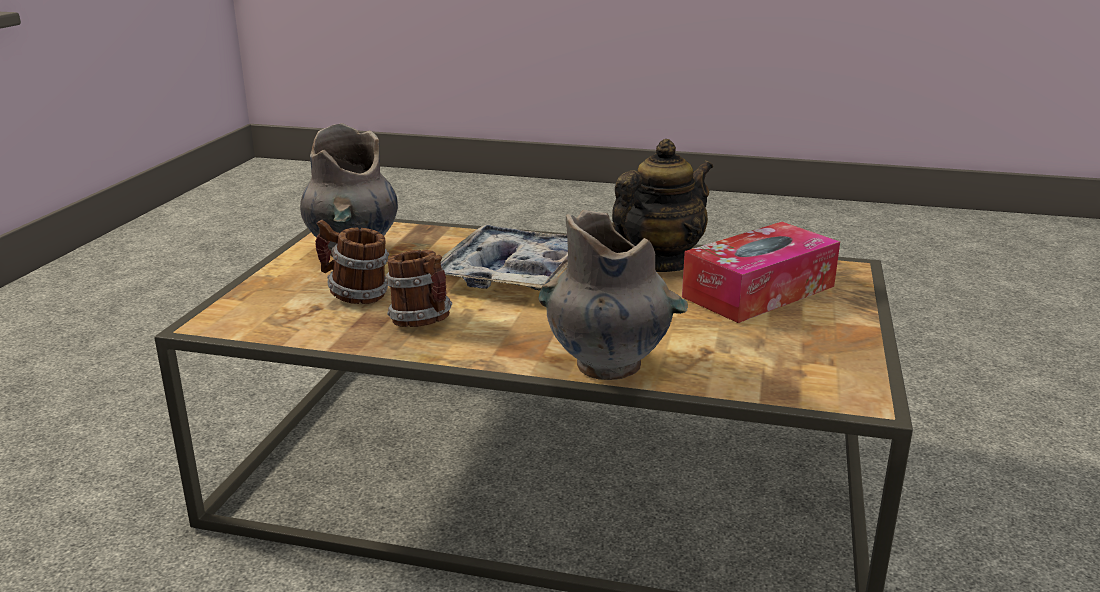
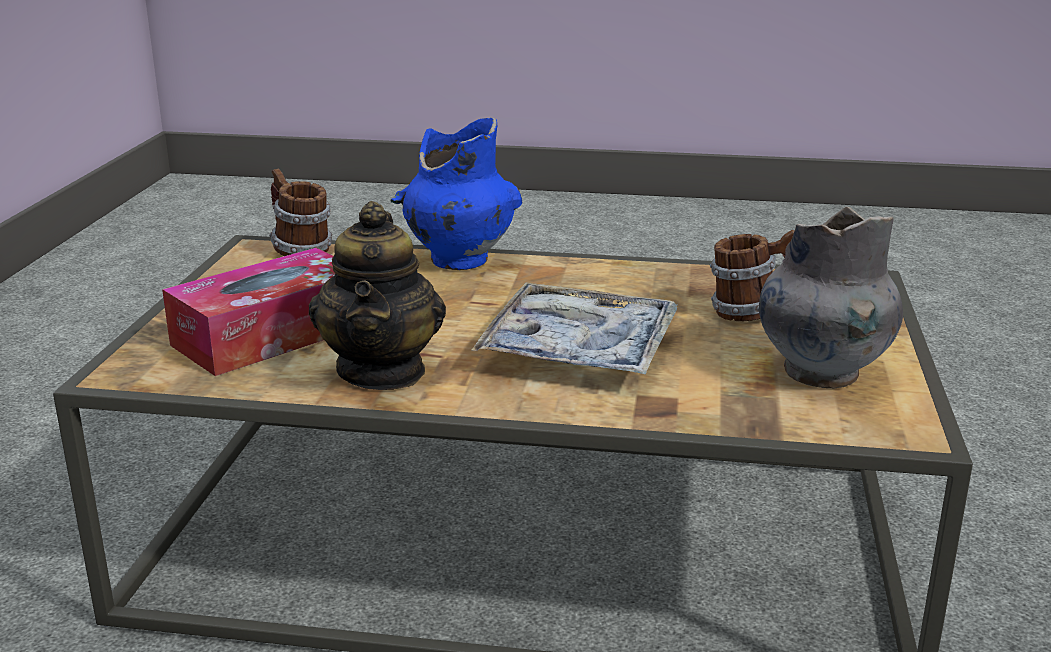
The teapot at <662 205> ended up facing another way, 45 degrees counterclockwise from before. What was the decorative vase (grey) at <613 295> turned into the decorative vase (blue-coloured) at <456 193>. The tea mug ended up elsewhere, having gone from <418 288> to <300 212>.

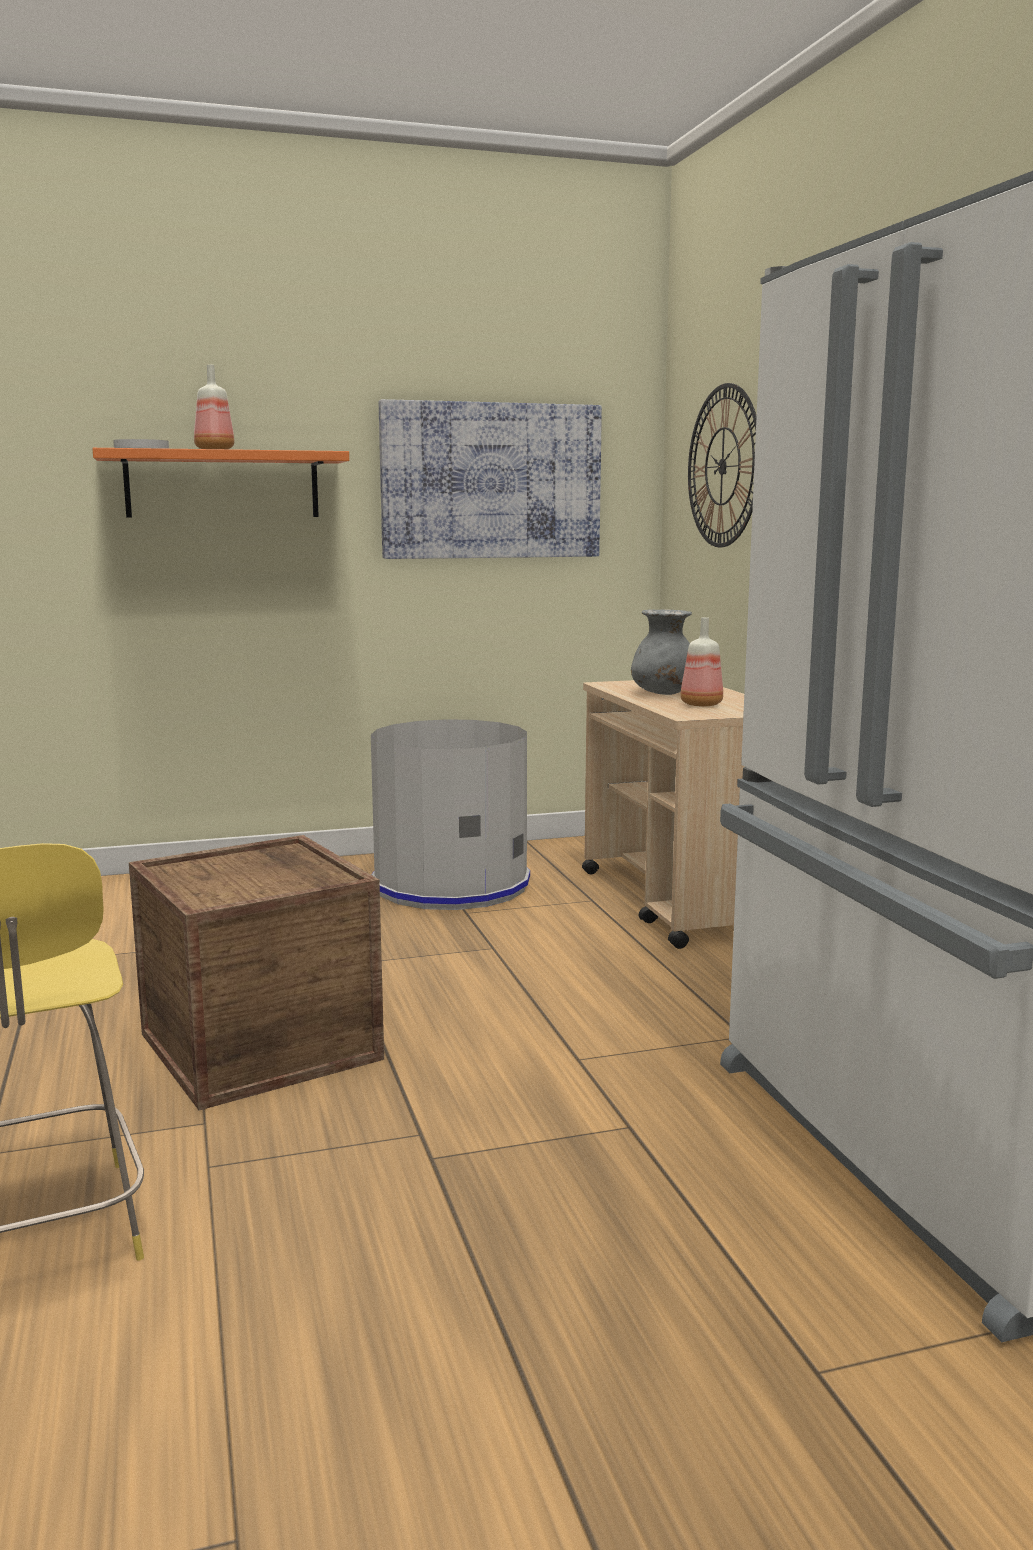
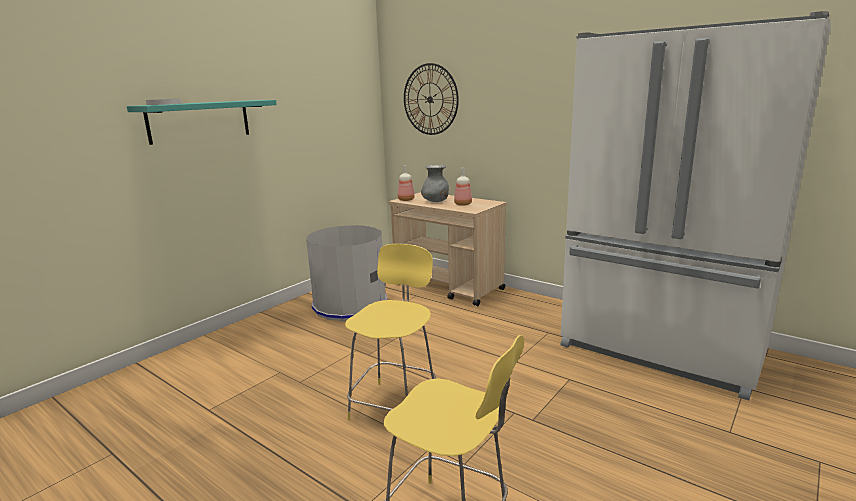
The drink bottle ended up elsewhere, having gone from <214 407> to <406 183>. The second view lost the wall picture at <490 479>. What was the shelf (orangey) at <220 482> turned into the shelf (turquoise) at <202 122>. Where the crate stood at <256 972>, the sitting stool (yellowish) came to stand at <390 332>.

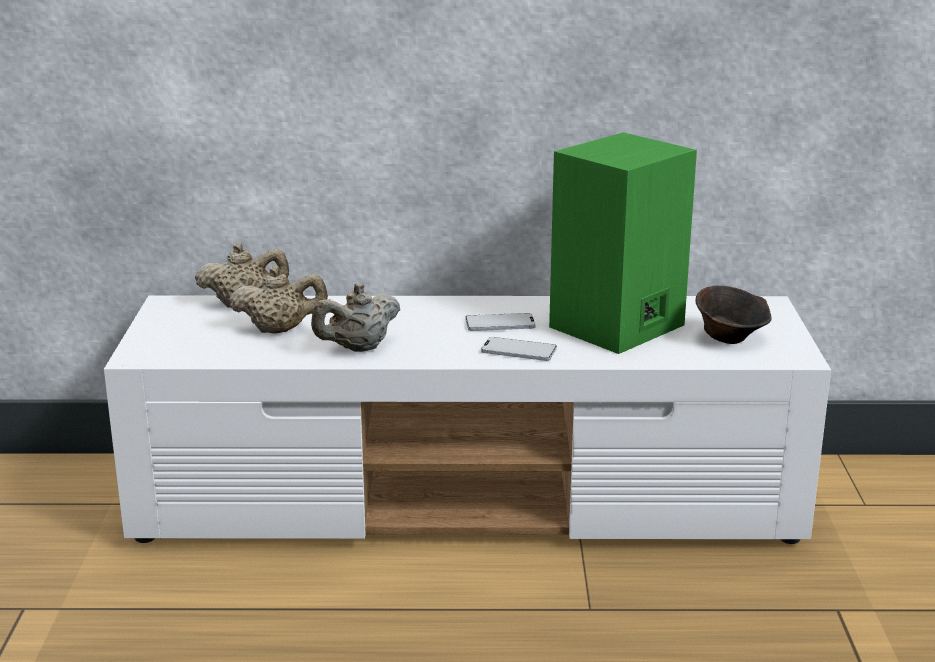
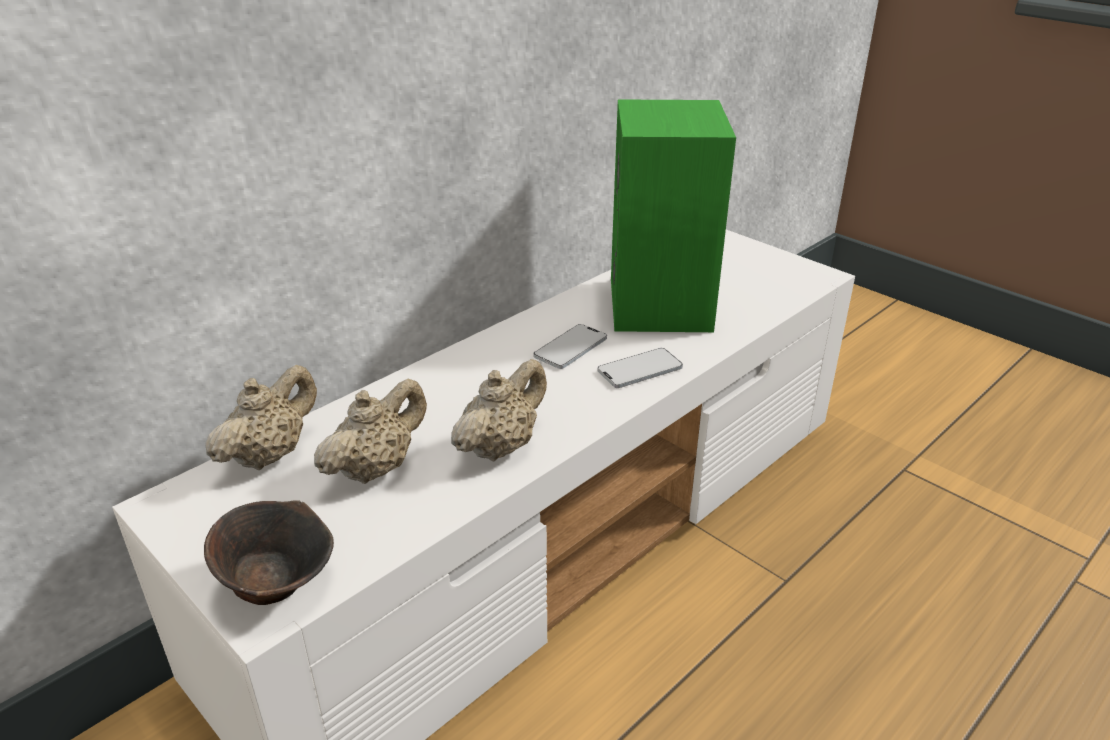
The teapot (beige-coloured) at <355 317> ended up facing another way, 150 degrees counterclockwise from before. The bowl (brown) ended up elsewhere, having gone from <733 315> to <269 552>.

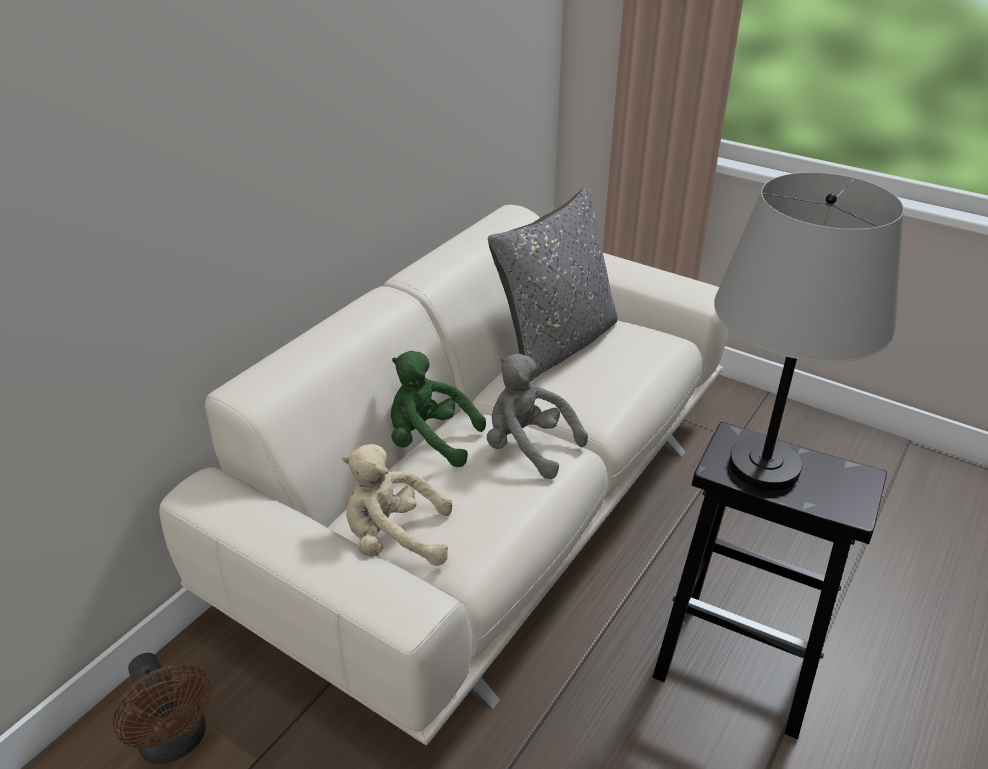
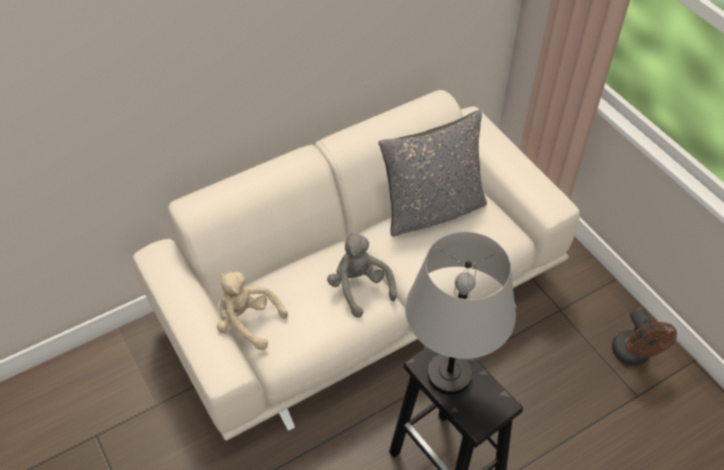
The second view lost the plush toy (greenish) at <438 409>. The cooling fan (brown) ended up elsewhere, having gone from <162 708> to <644 337>.

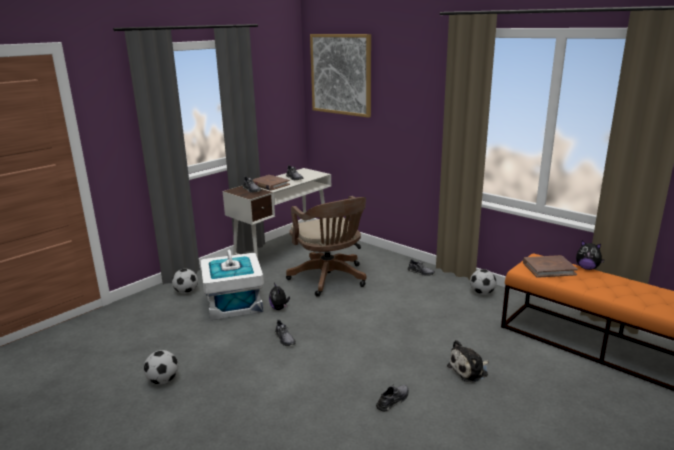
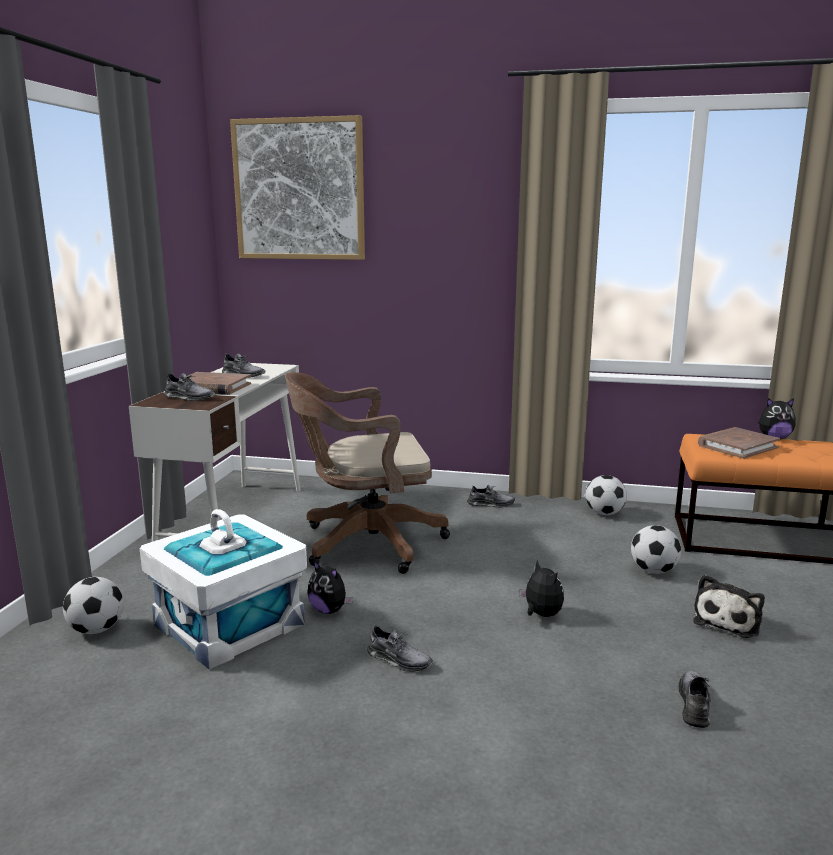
The computer chair (brown) at <326 246> ended up facing another way, 135 degrees clockwise from before. The football ball ended up elsewhere, having gone from <161 367> to <656 549>. The second view gained the plush toy at <541 588>.

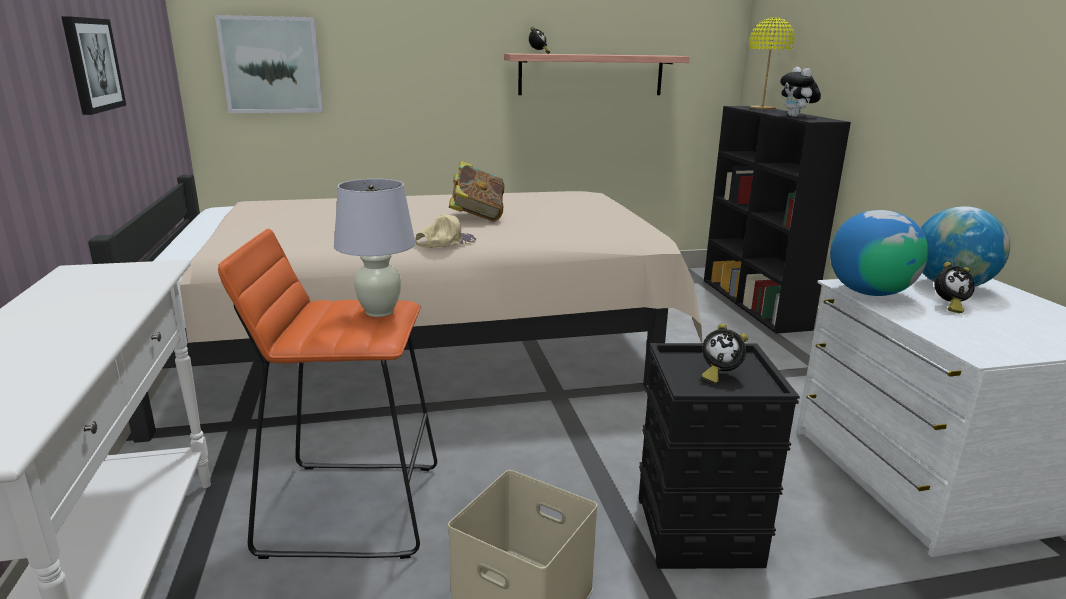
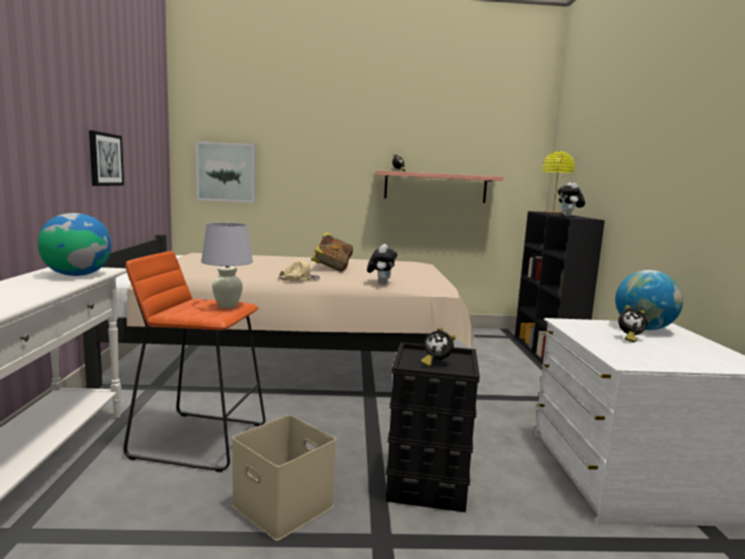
The desk globe ended up elsewhere, having gone from <879 253> to <74 244>. The second view gained the plush toy at <382 264>.

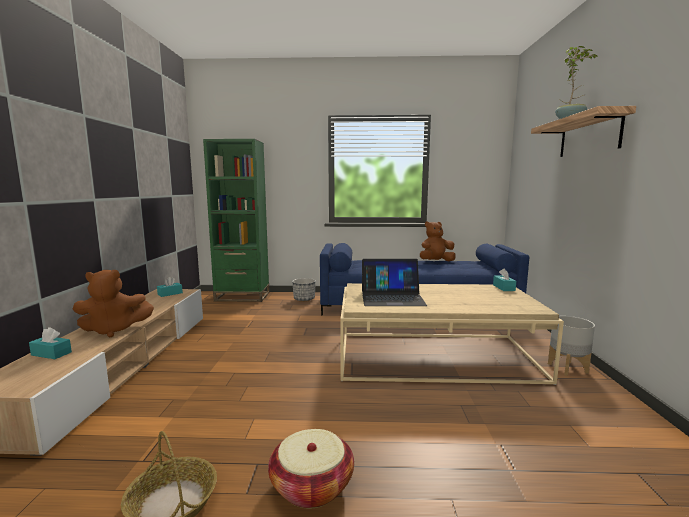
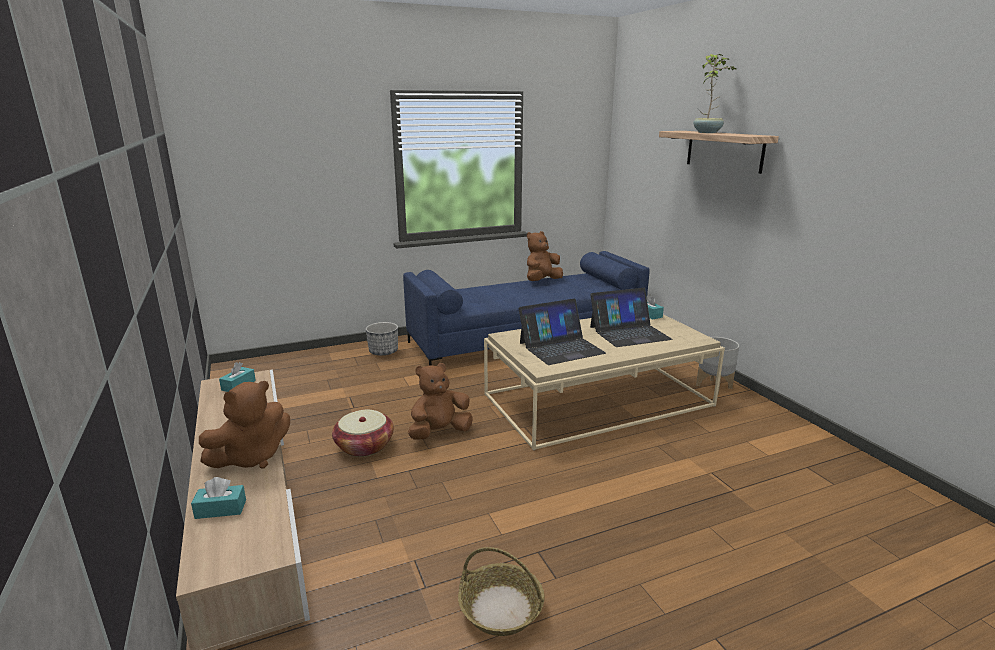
The second view lost the bookcase (greenish) at <236 220>. The storage basket ended up elsewhere, having gone from <311 469> to <363 433>. The second view gained the notebook computer at <631 317>. The second view gained the plush toy (brown) at <440 401>.

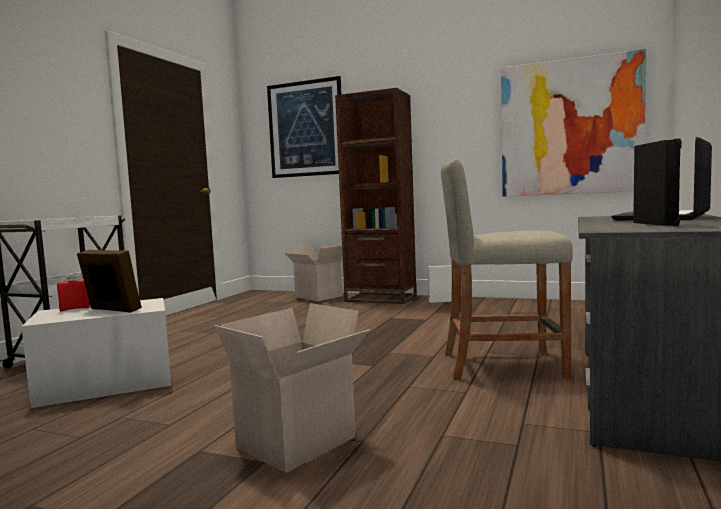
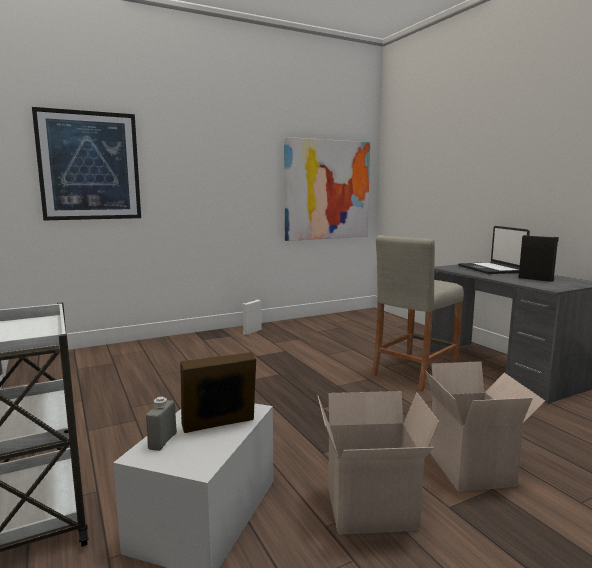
The second view lost the bookcase (brown) at <376 196>. The cardboard box ended up elsewhere, having gone from <314 272> to <378 463>. What was the drink bottle (reddish) at <73 293> turned into the drink bottle (grey) at <161 424>.

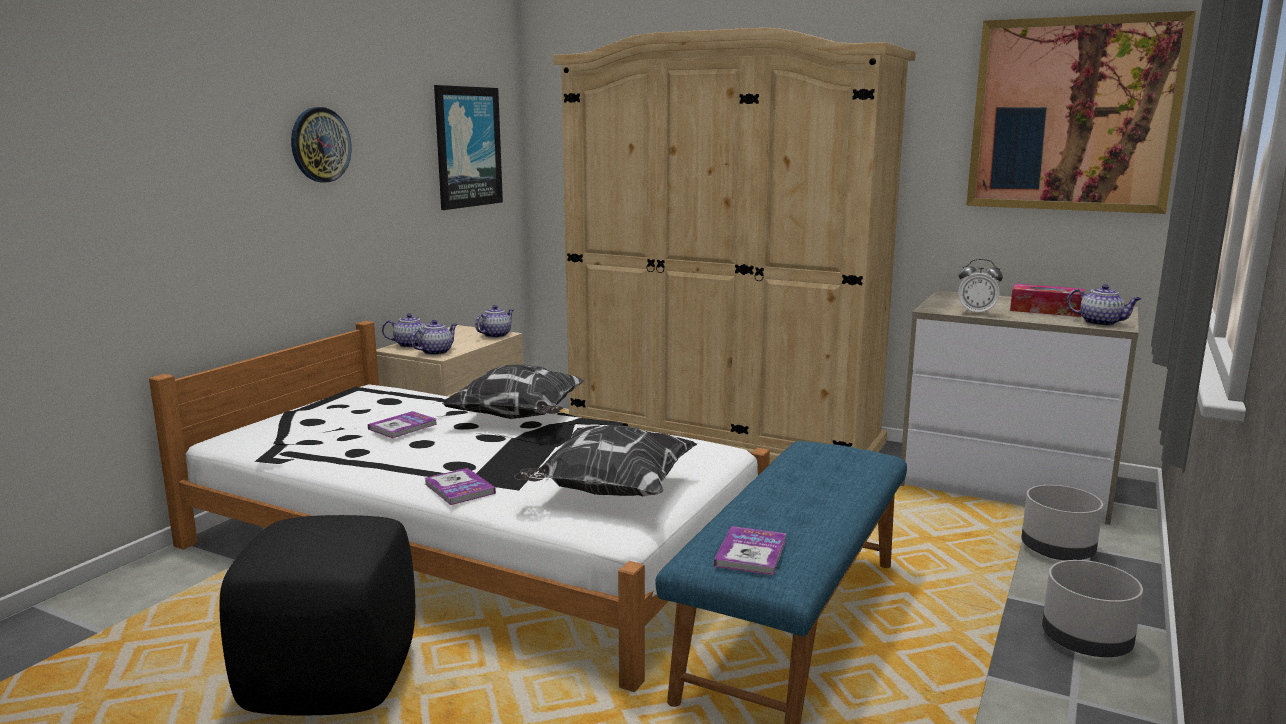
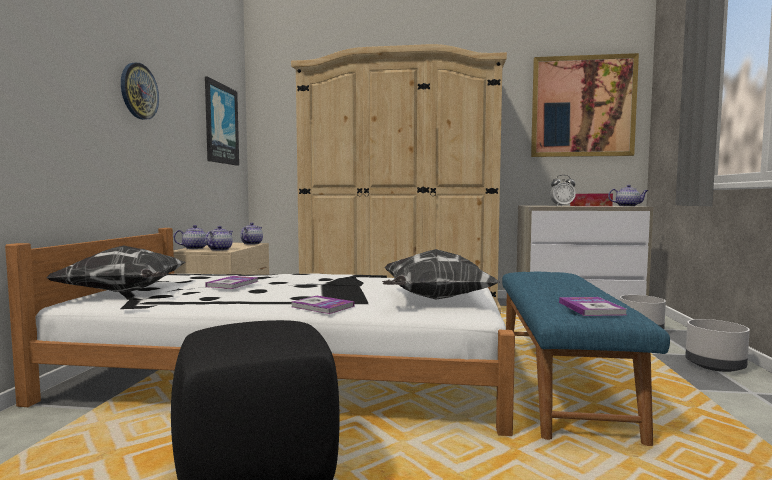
The pillow ended up elsewhere, having gone from <513 392> to <115 269>.

